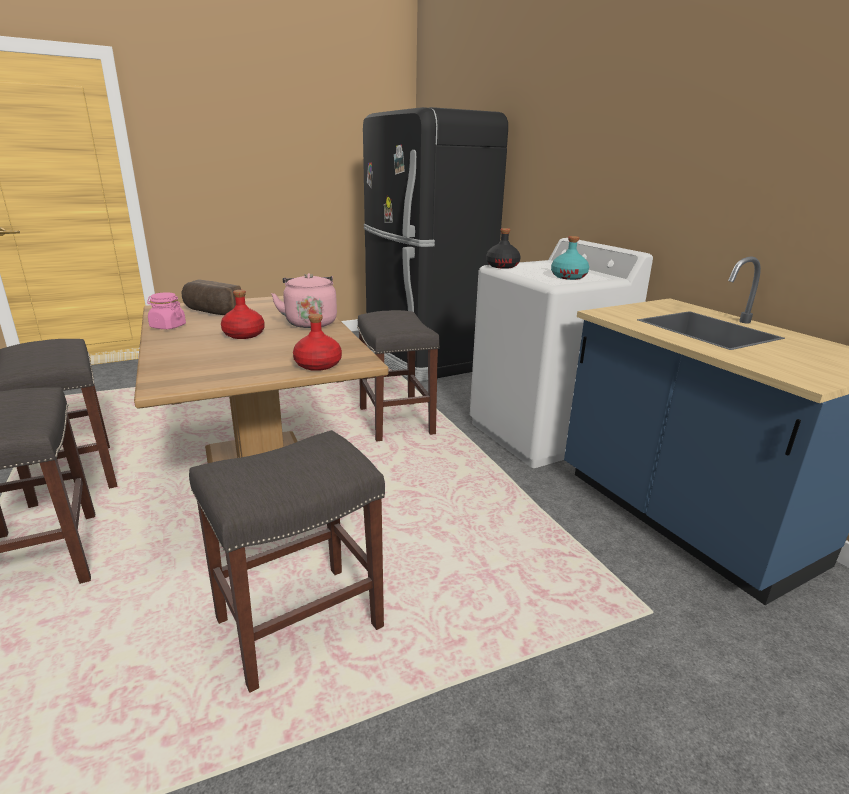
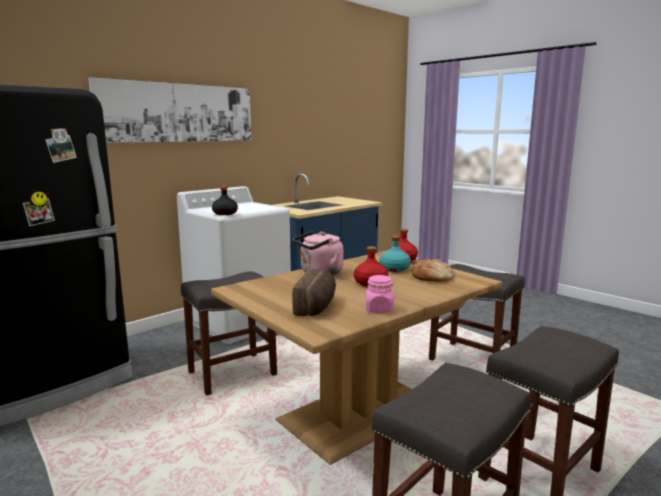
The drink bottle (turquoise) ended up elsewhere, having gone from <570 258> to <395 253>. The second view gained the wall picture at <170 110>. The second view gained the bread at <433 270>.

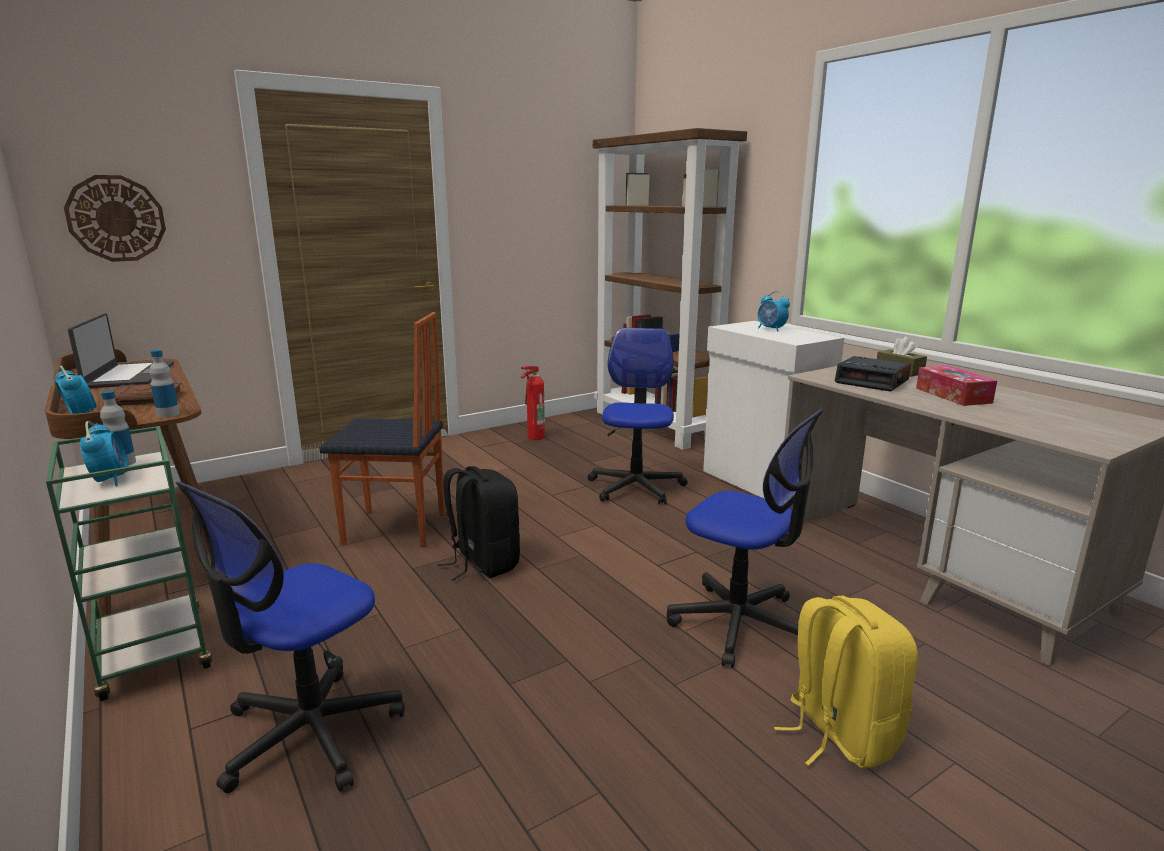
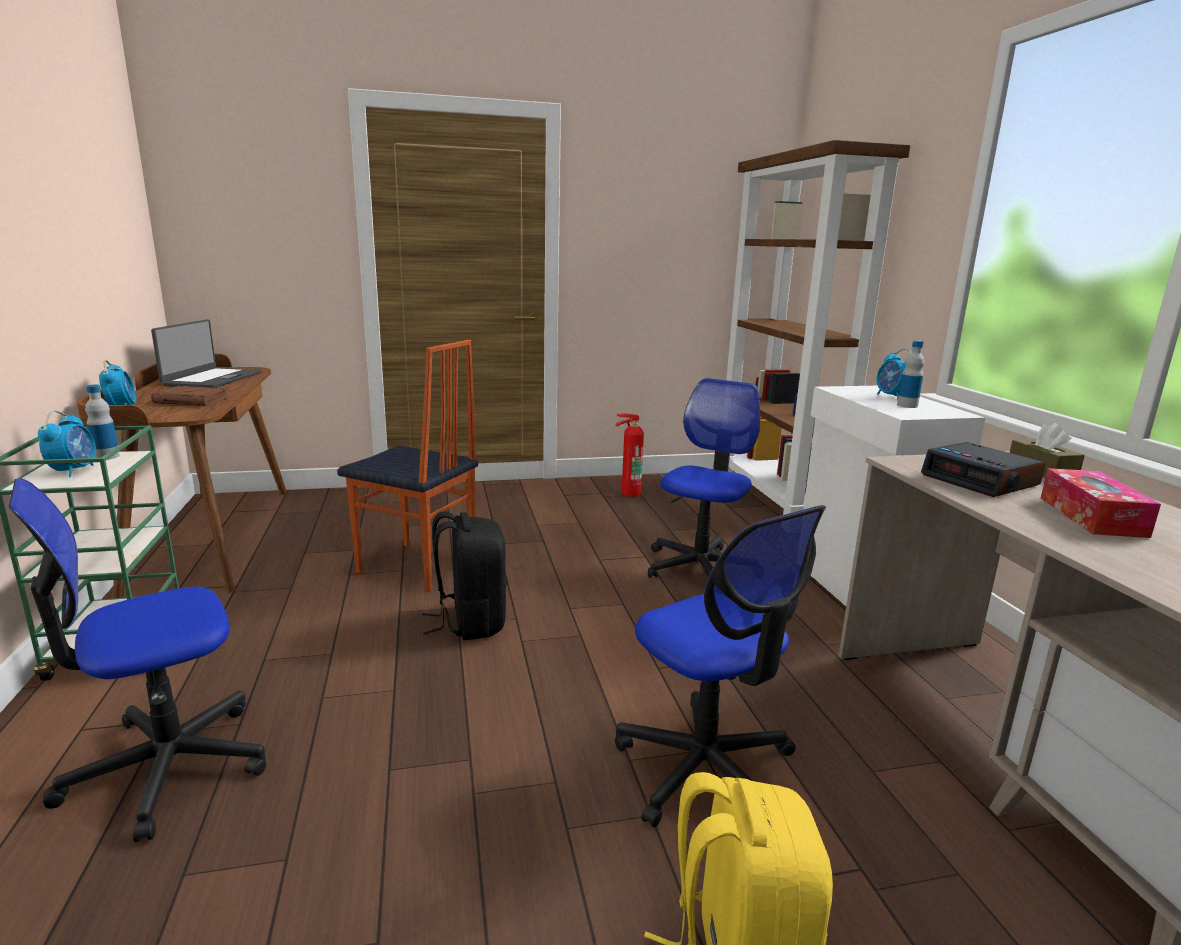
The second view lost the hanging clock at <115 218>. The drink bottle ended up elsewhere, having gone from <164 384> to <911 374>.

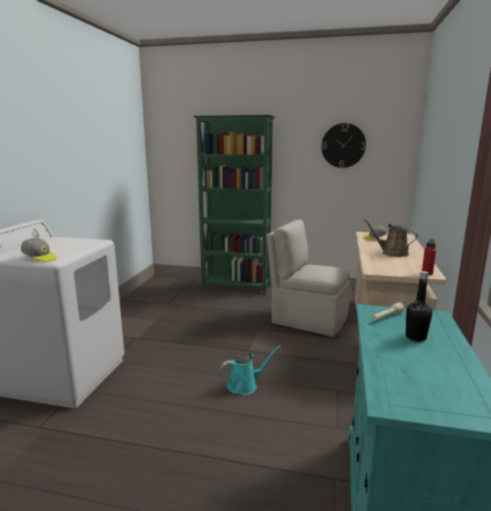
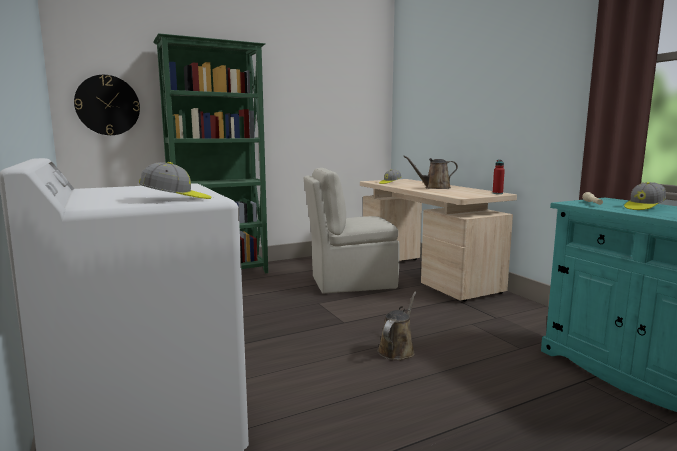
The hanging clock ended up elsewhere, having gone from <343 145> to <107 105>. Where the drink bottle (black-coloured) stood at <419 306>, the baseball cap came to stand at <645 196>. What was the watering pot (turquoise) at <250 370> turned into the watering pot (brown) at <397 325>.

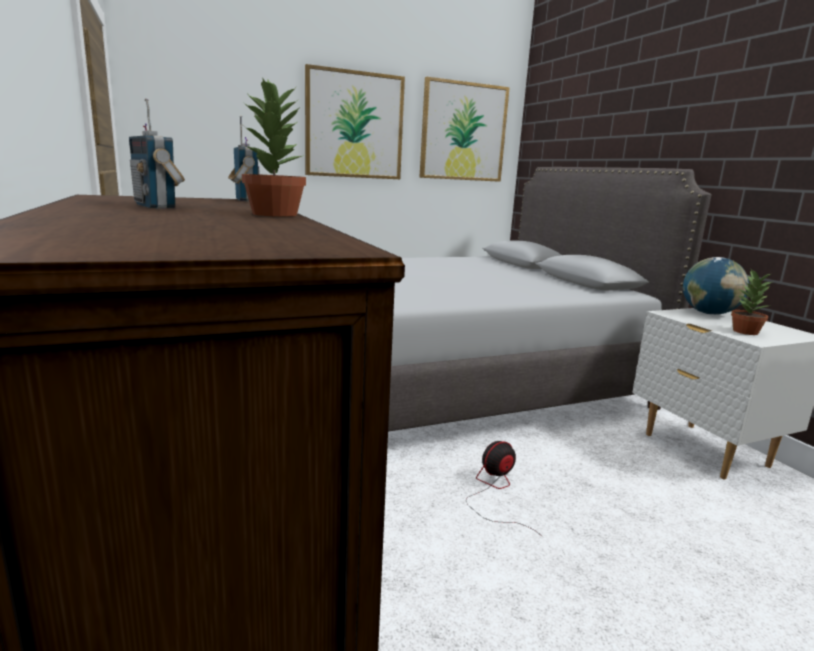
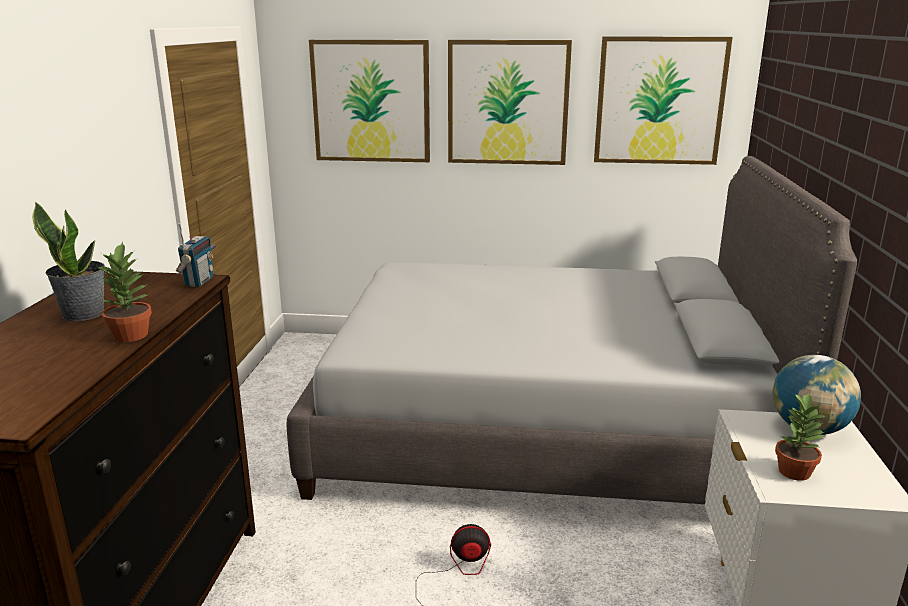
Where the radio stood at <157 154>, the potted plant came to stand at <68 261>. The second view gained the wall picture at <369 101>.

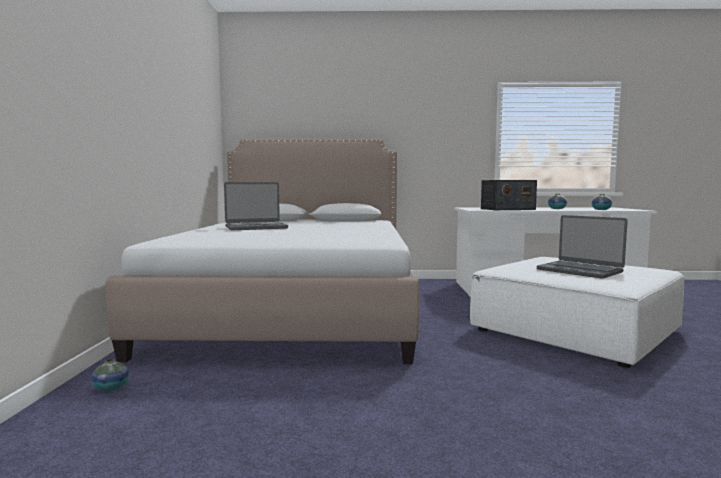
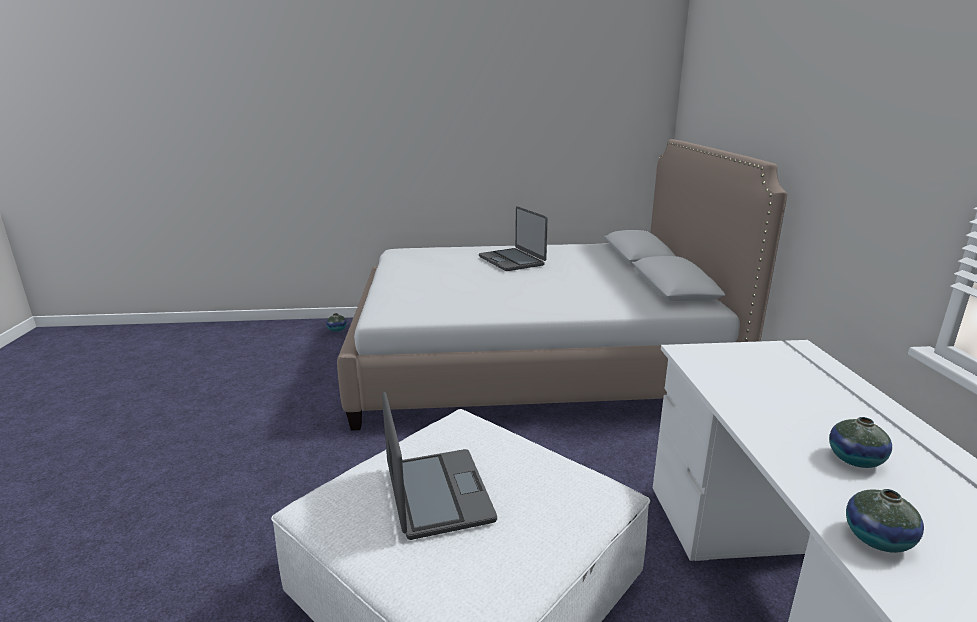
The second view lost the radio at <509 195>. The notebook computer at <582 247> ended up facing another way, 120 degrees clockwise from before.

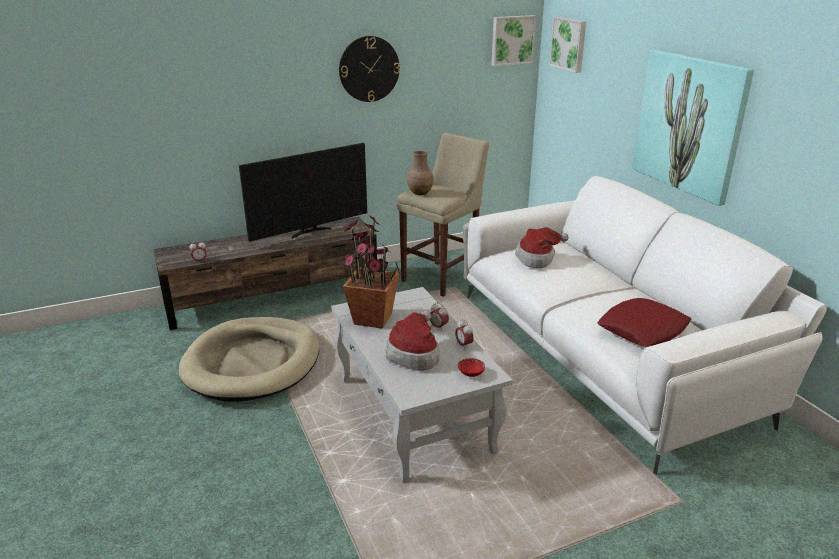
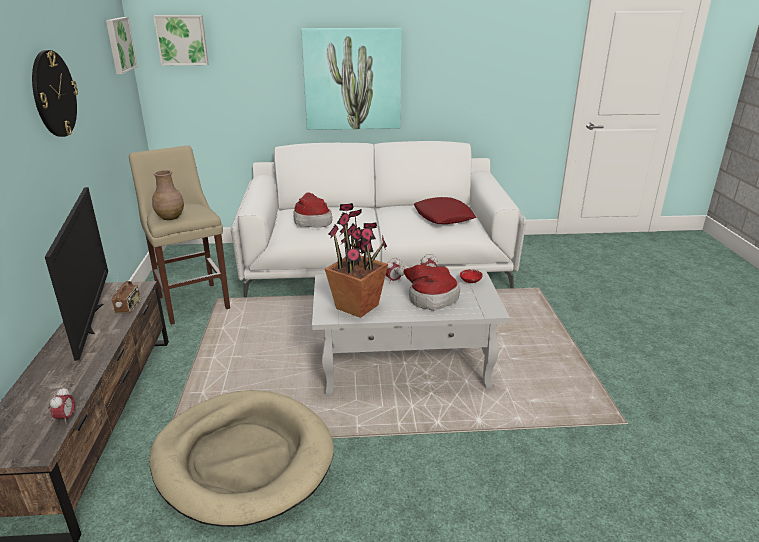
The second view gained the radio at <126 294>.

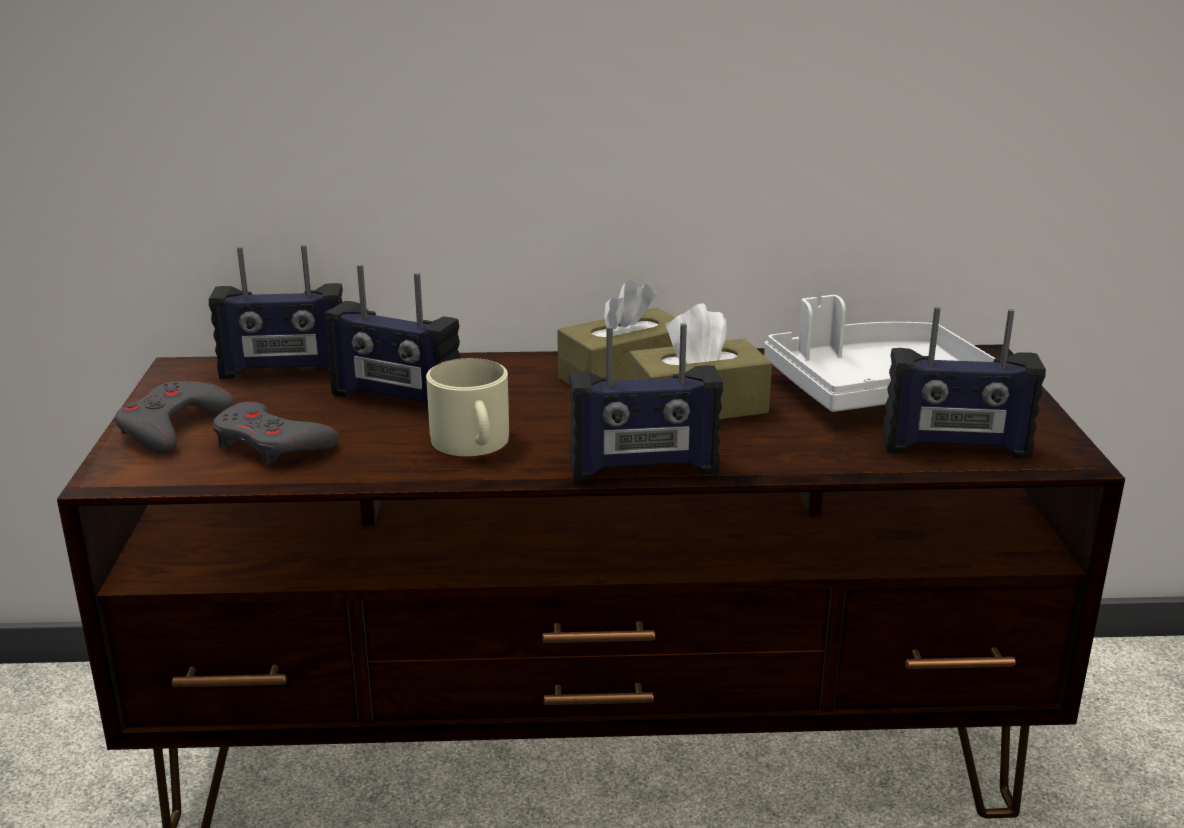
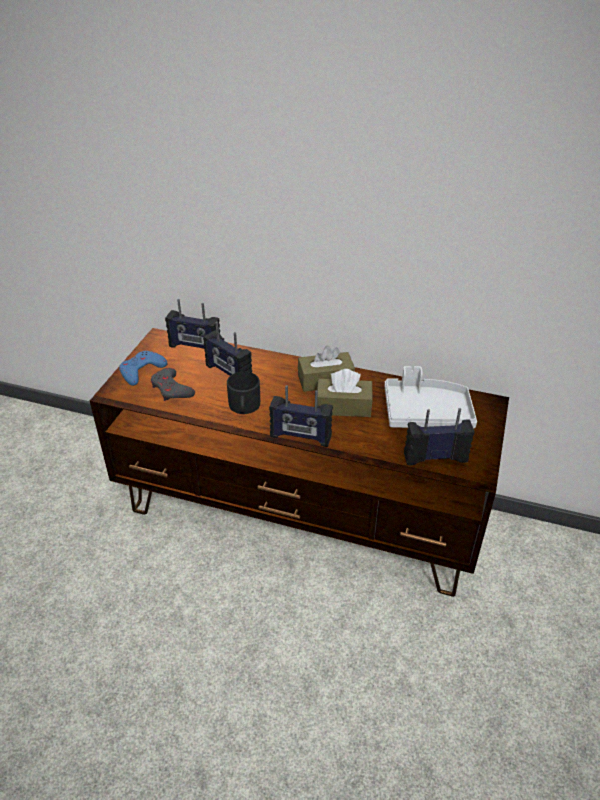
The radio at <964 383> ended up facing another way, 150 degrees clockwise from before. What was the tea mug (beige-coloured) at <467 407> turned into the tea mug (black-coloured) at <243 393>. What was the joypad (grey) at <174 417> turned into the joypad (blue-coloured) at <143 368>.

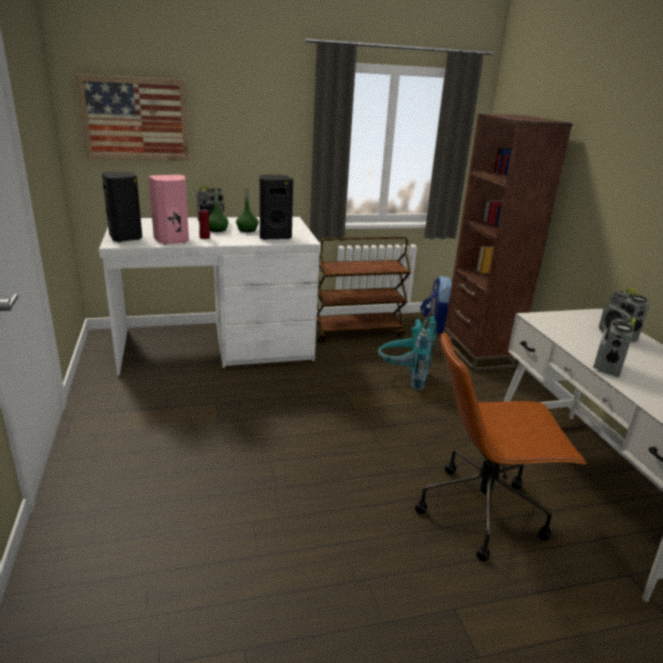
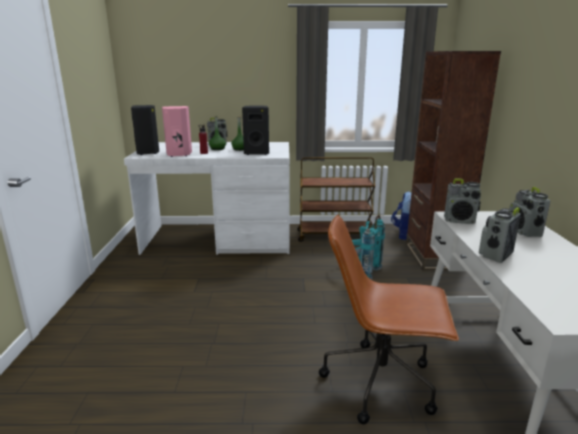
The second view lost the wall picture at <133 117>. The second view gained the radio at <462 201>.

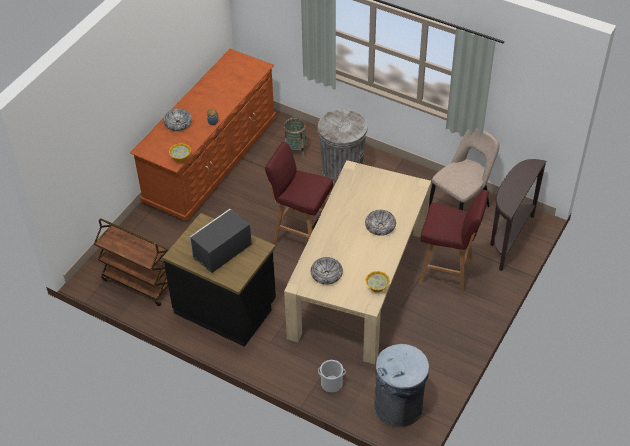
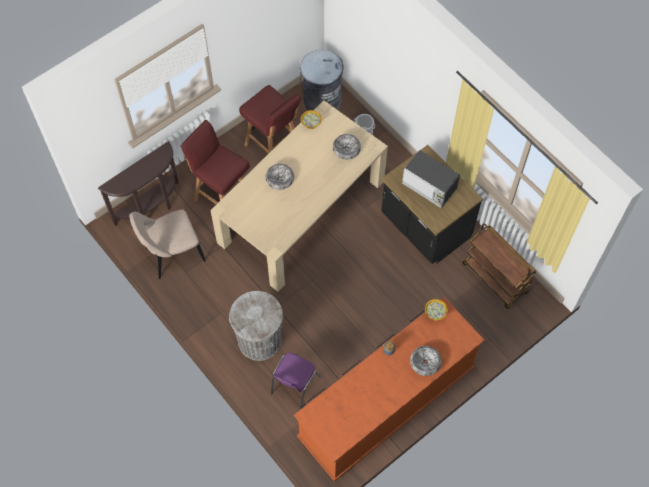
Where the storage basket stood at <295 137>, the chair (purple) came to stand at <296 381>. The sitting stool (reddish) ended up elsewhere, having gone from <299 192> to <270 119>. The microwave oven at <221 241> ended up facing another way, 60 degrees clockwise from before.

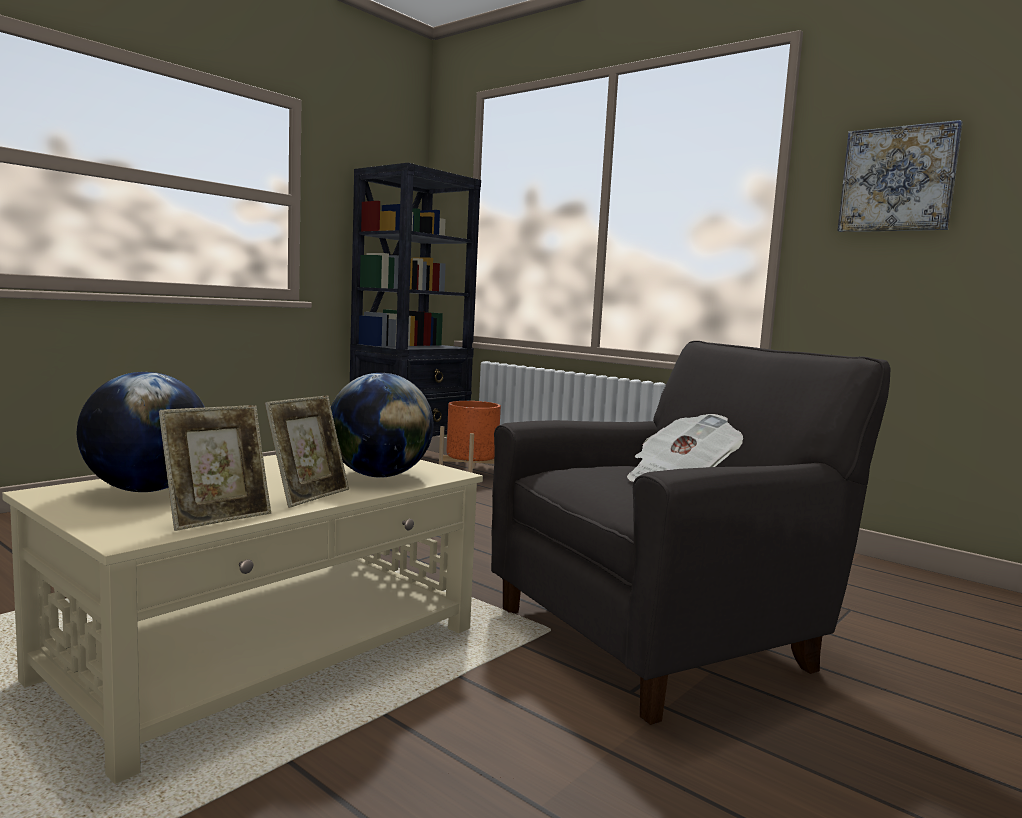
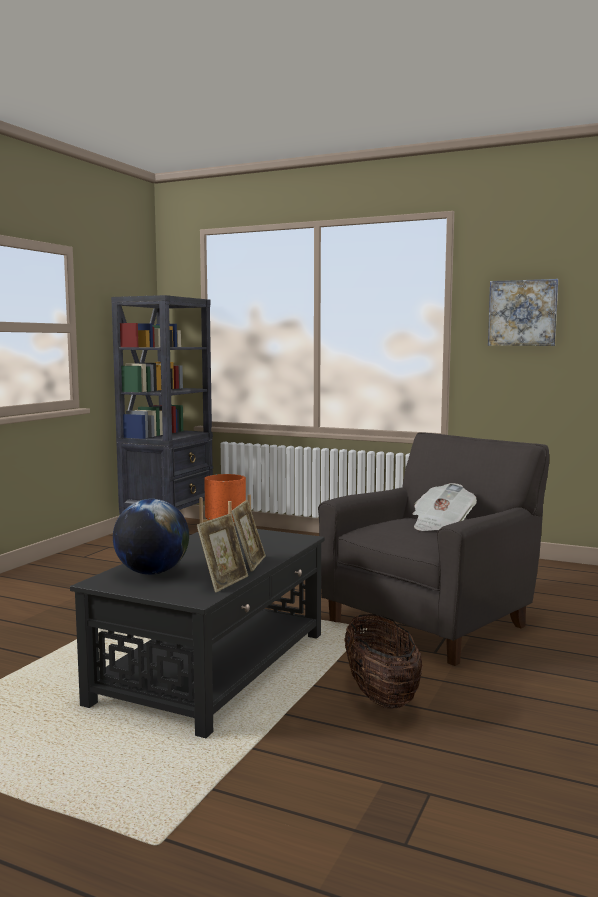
The second view lost the desk globe at <382 425>. What was the lounge table (beige-coloured) at <242 619> turned into the lounge table (black-coloured) at <197 632>. The second view gained the storage basket at <383 661>.

